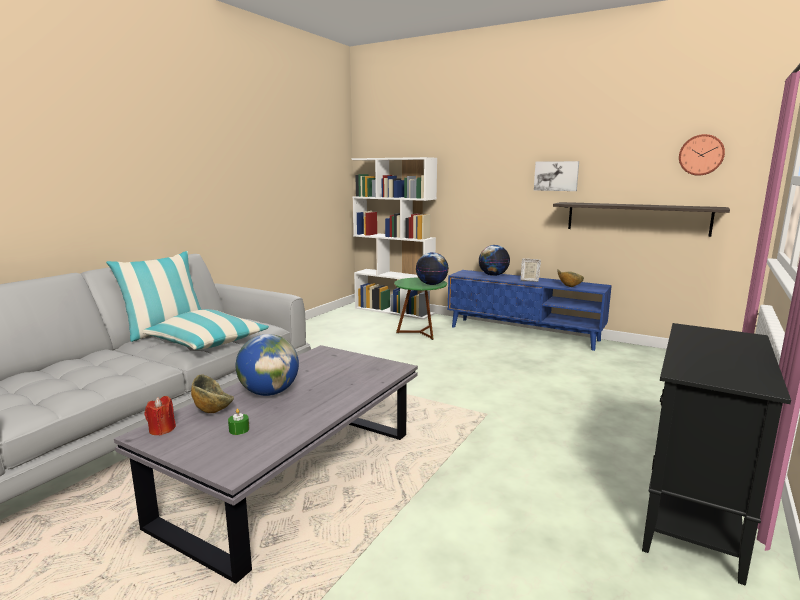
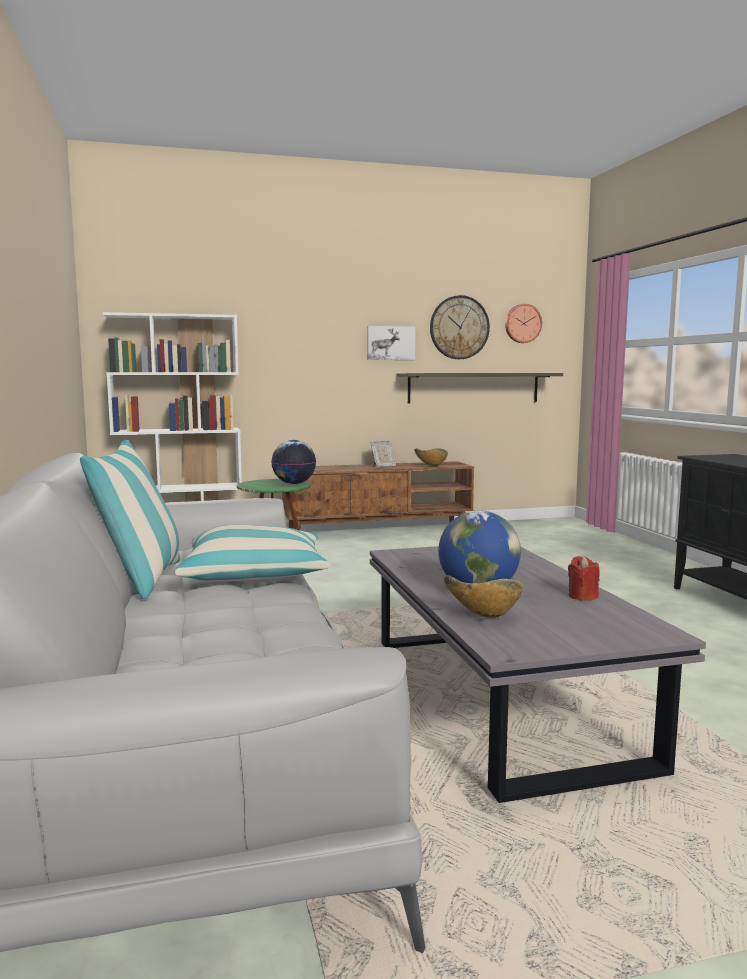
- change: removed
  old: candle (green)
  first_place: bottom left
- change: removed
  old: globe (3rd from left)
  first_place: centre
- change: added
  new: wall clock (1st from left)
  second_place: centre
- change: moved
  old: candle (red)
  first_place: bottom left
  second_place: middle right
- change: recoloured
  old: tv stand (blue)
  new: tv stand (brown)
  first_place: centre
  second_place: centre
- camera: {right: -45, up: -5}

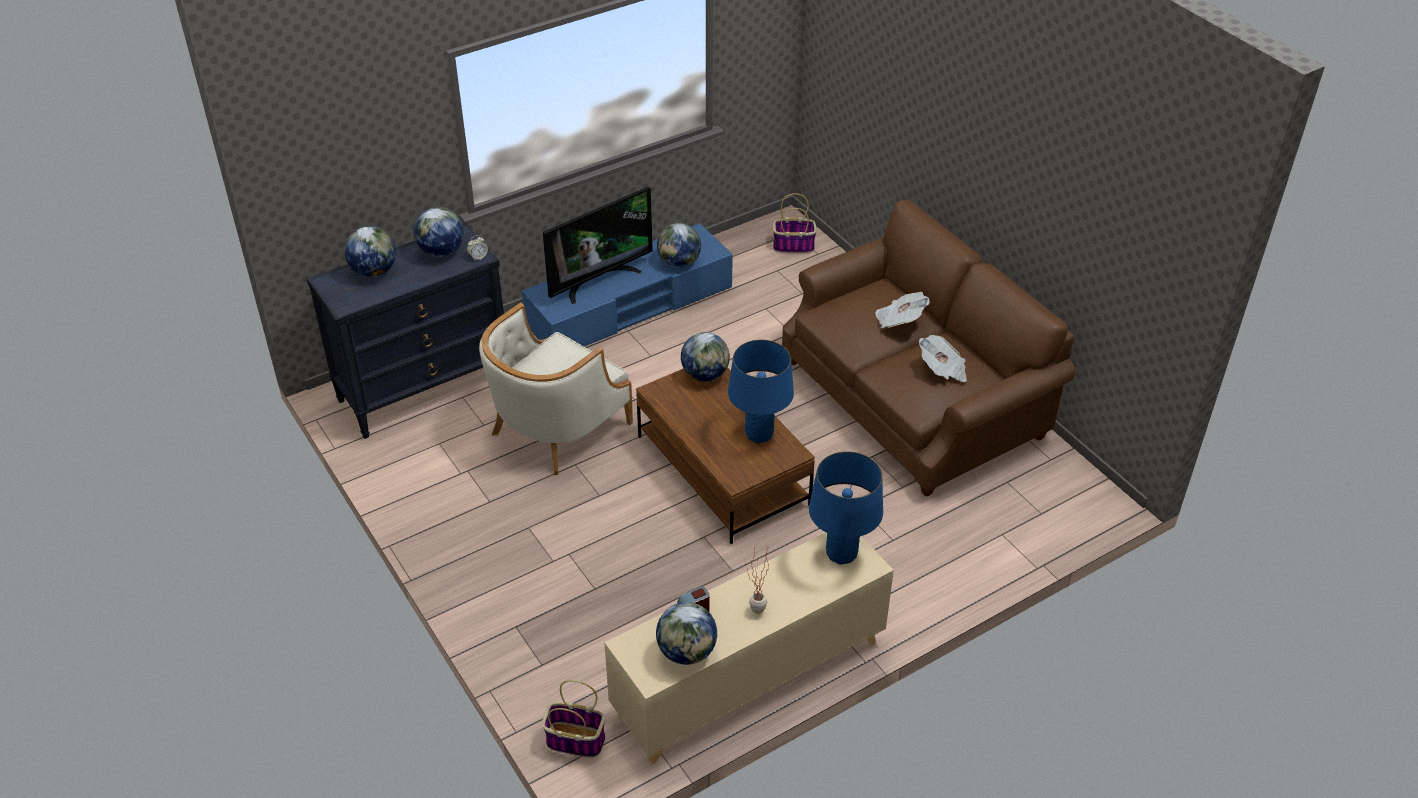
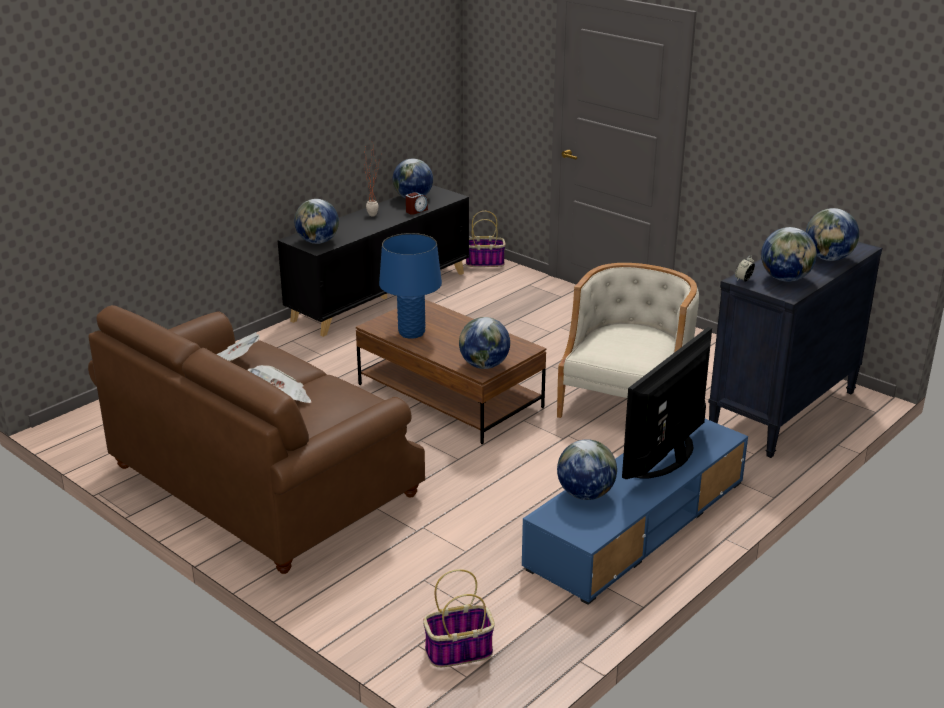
- change: replaced
  old: table lamp (blue) (2nd from left)
  new: globe (1st from left)
  first_place: centre
  second_place: top centre
- change: recoloured
  old: cabinet (beige)
  new: cabinet (black)
  first_place: bottom centre
  second_place: centre
- camera: {right: 165, up: -15}

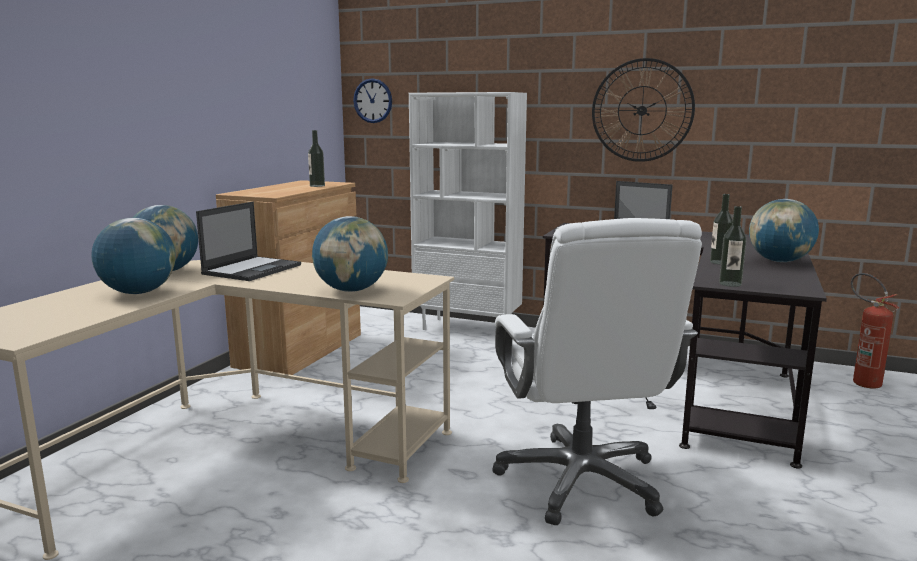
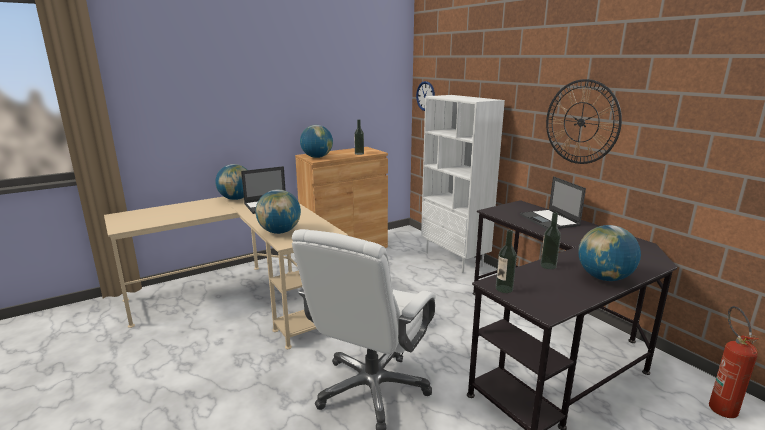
- change: moved
  old: globe (1st from left in the first image)
  new: globe (3rd from left)
  first_place: middle left
  second_place: top centre
- camera: {right: 35, up: 5}

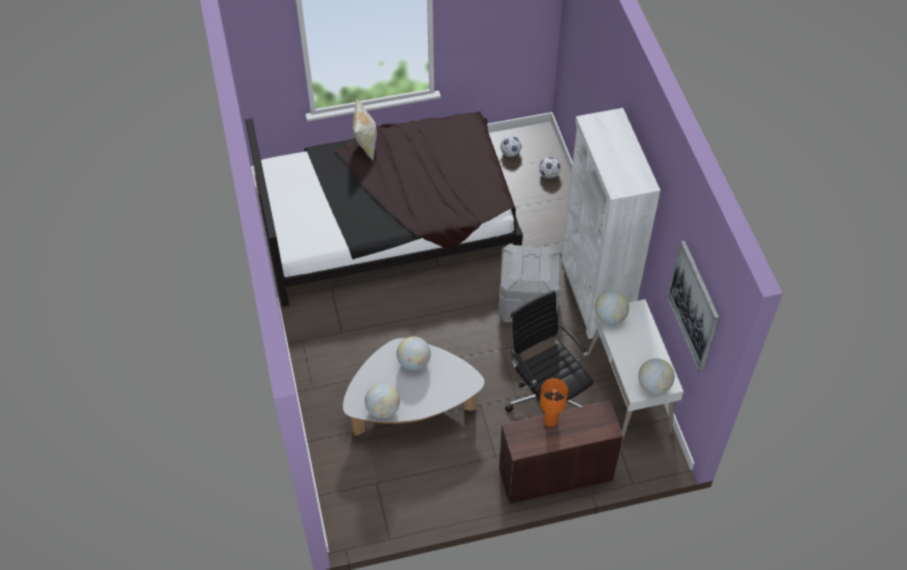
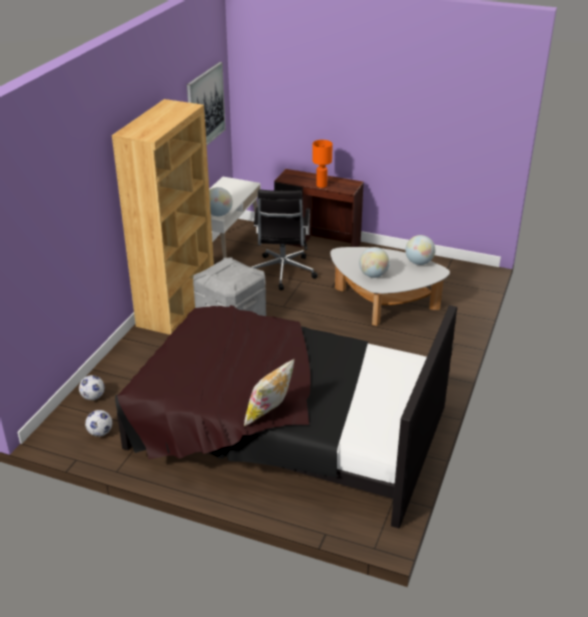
- change: removed
  old: globe (4th from left)
  first_place: middle right
- change: recoloured
  old: bookcase (white)
  new: bookcase (brown)
  first_place: middle right
  second_place: middle left
- camera: {right: -145, up: -20}

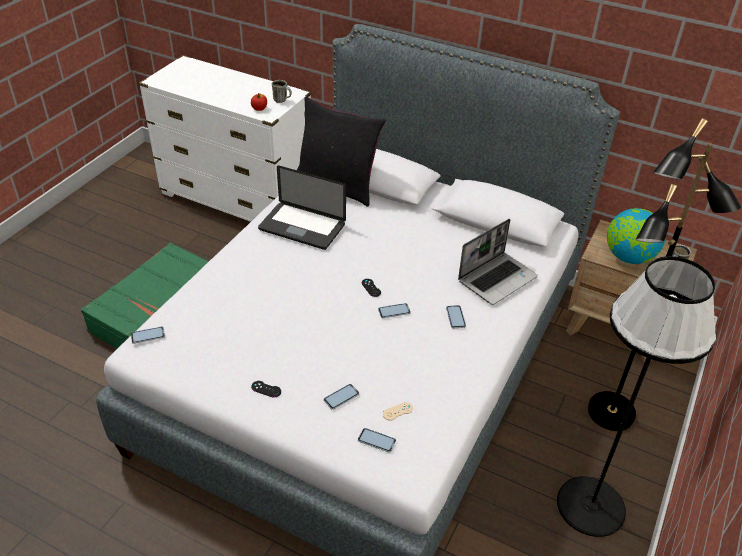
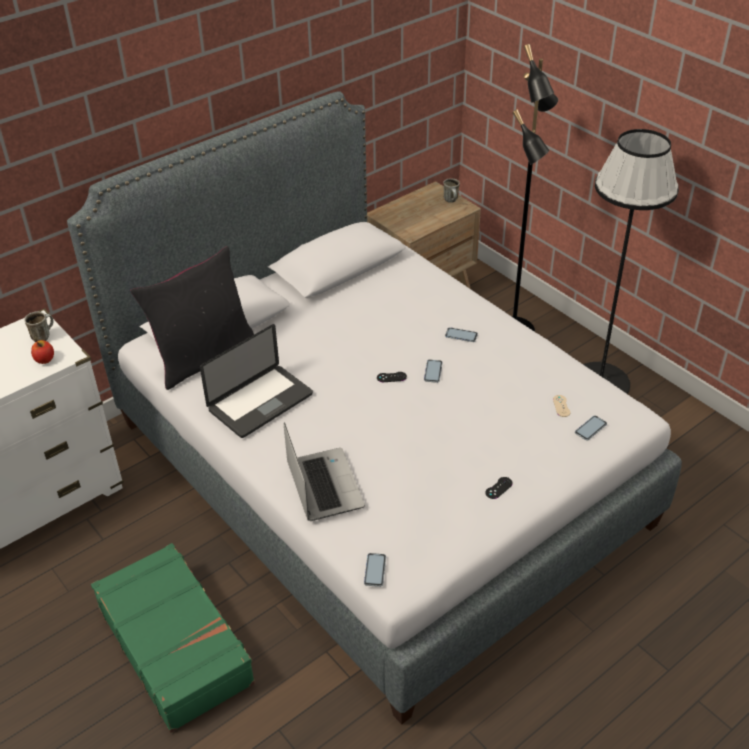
- change: removed
  old: phone (2nd from left)
  first_place: bottom centre
- change: removed
  old: globe
  first_place: middle right
- change: moved
  old: laptop (2nd from left)
  first_place: middle right
  second_place: centre
- camera: {right: -65, up: 0}

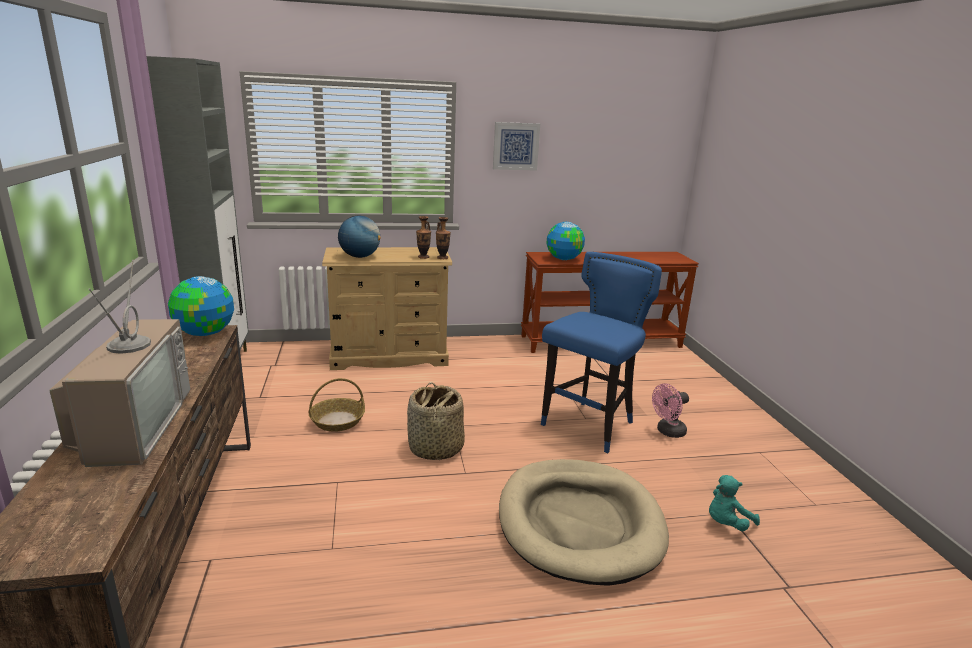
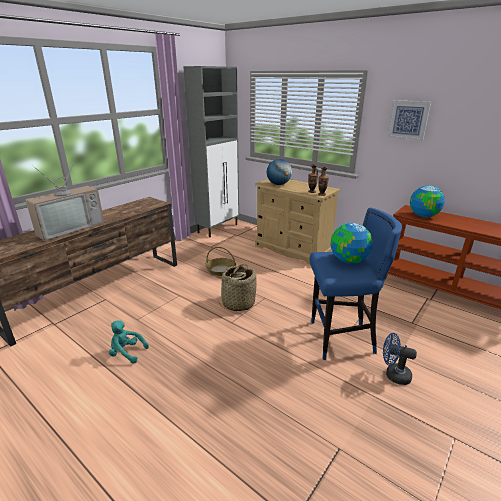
- change: removed
  old: dog bed (beige)
  first_place: bottom centre
- change: moved
  old: globe (1st from left in the first image)
  new: globe (2nd from left)
  first_place: middle left
  second_place: middle right
- change: moved
  old: plush toy (turquoise)
  first_place: bottom right
  second_place: bottom left
- change: recoloured
  old: fan (pink)
  new: fan (blue)
  first_place: middle right
  second_place: bottom right
- camera: {right: 50, up: 5}

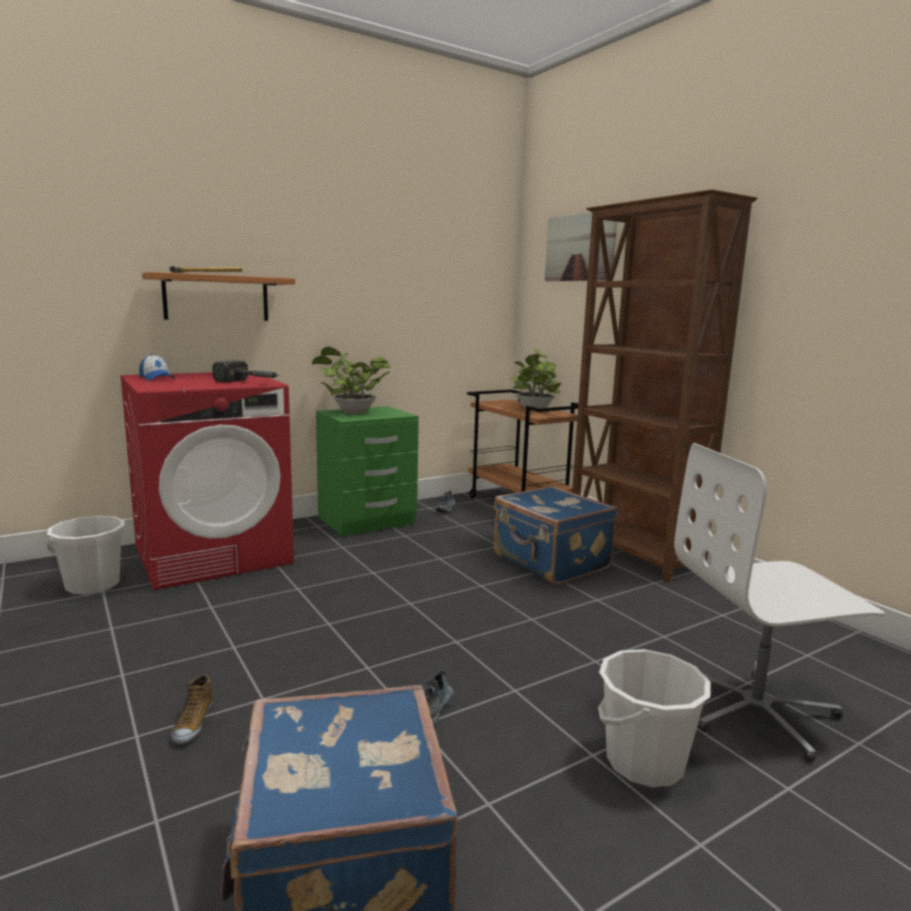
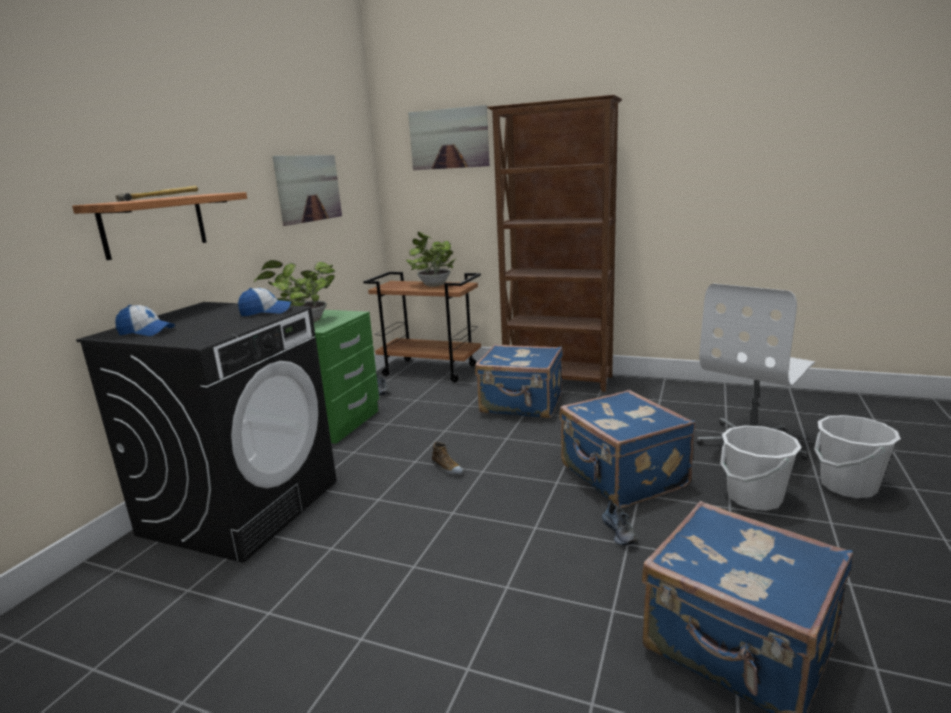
- change: added
  new: picture (1st from left)
  second_place: top left
- change: added
  new: suitcase (blue) (2nd from left)
  second_place: centre
- change: moved
  old: bucket (white) (1st from left in the first image)
  new: bucket (white) (2nd from left)
  first_place: middle left
  second_place: middle right
- change: moved
  old: shoe (1st from left in the first image)
  new: shoe (2nd from left)
  first_place: bottom left
  second_place: centre
- change: replaced
  old: hammer (2nd from left)
  new: cap (2nd from left)
  first_place: middle left
  second_place: middle left
- change: recoloured
  old: washing machine (red)
  new: washing machine (black)
  first_place: middle left
  second_place: middle left
- camera: {right: -35, up: 5}

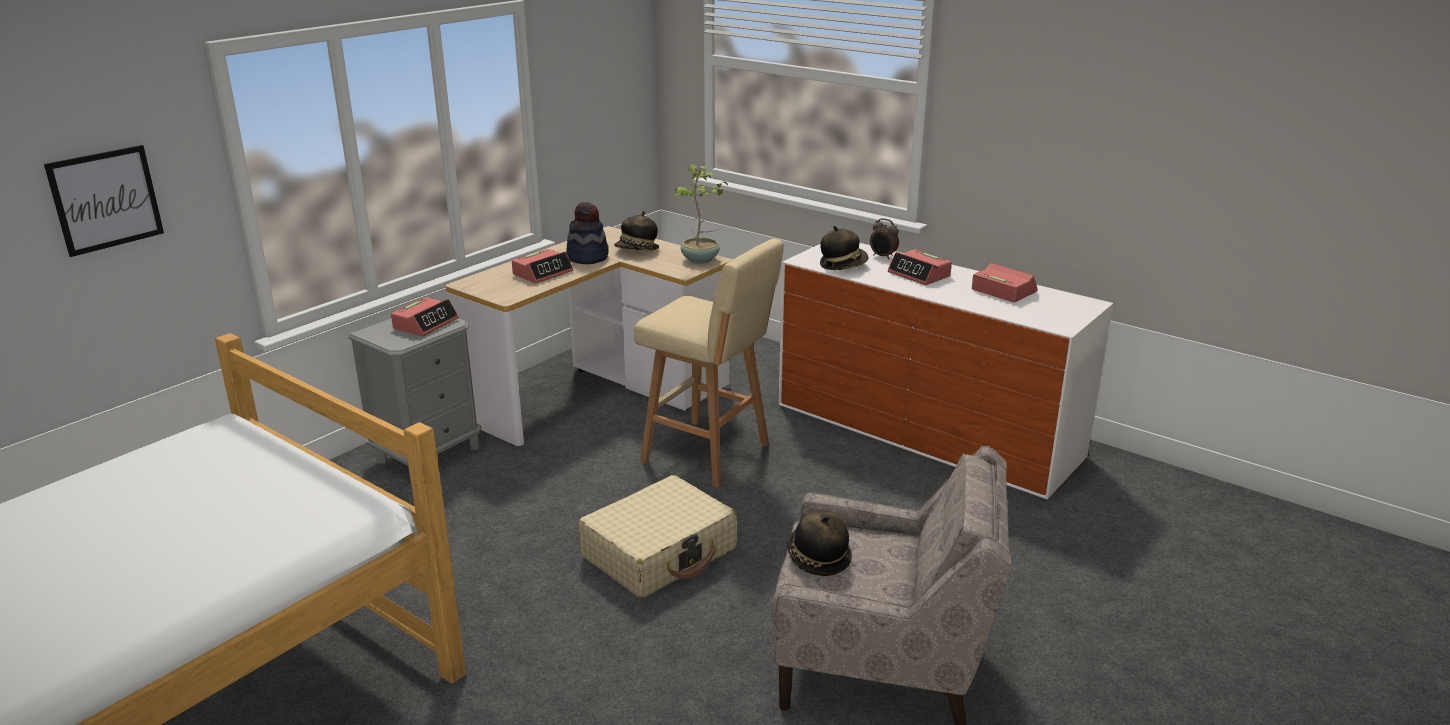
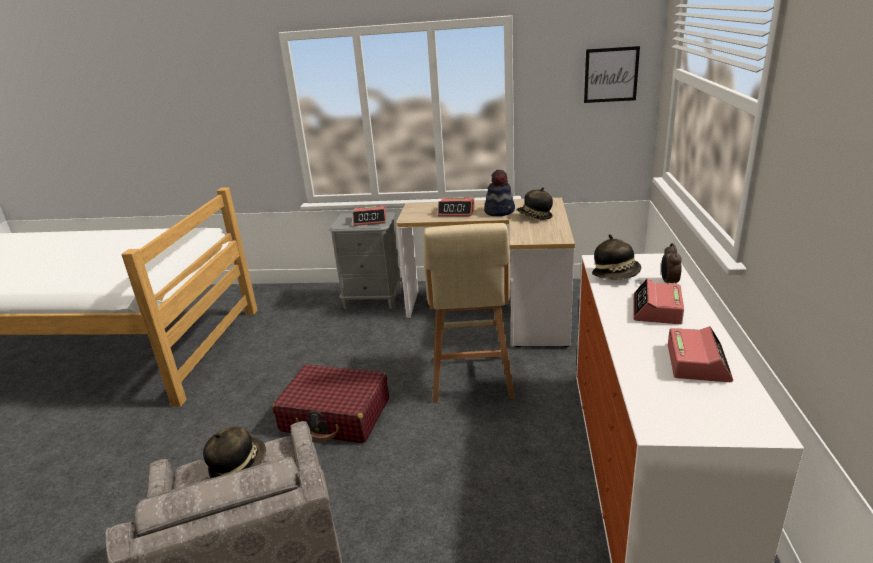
- change: removed
  old: potted plant
  first_place: top centre
- change: moved
  old: picture
  first_place: top left
  second_place: top right
- change: recoloured
  old: suitcase (beige)
  new: suitcase (red)
  first_place: bottom centre
  second_place: bottom centre
- camera: {right: 60, up: 0}

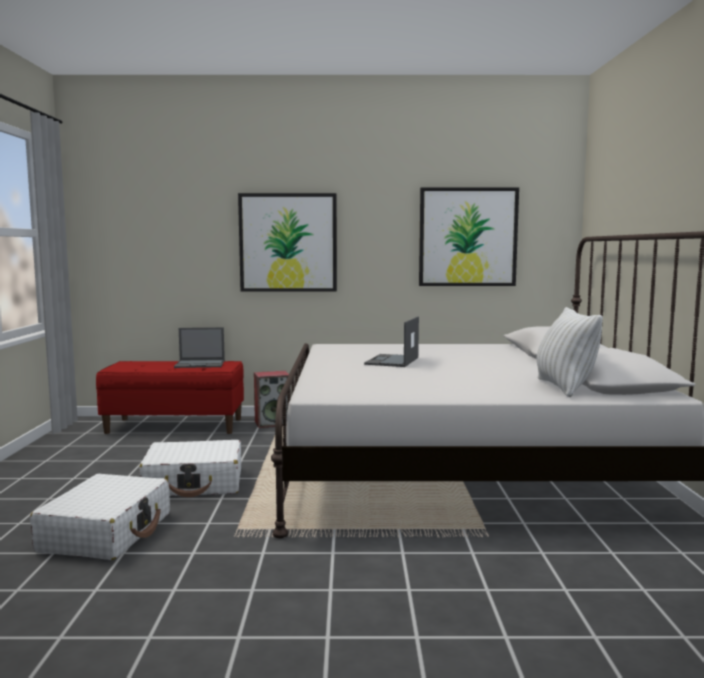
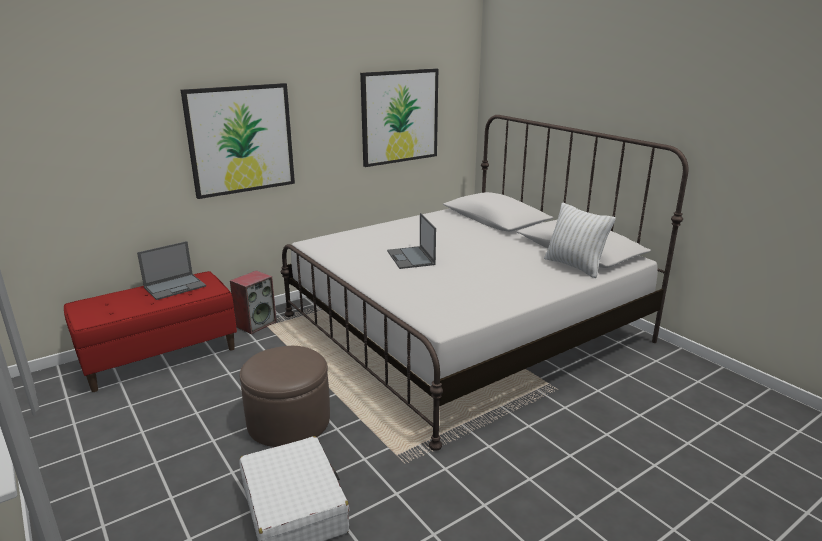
- change: replaced
  old: suitcase (white) (2nd from left)
  new: ottoman (brown)
  first_place: bottom left
  second_place: bottom centre
- camera: {right: -35, up: 15}

